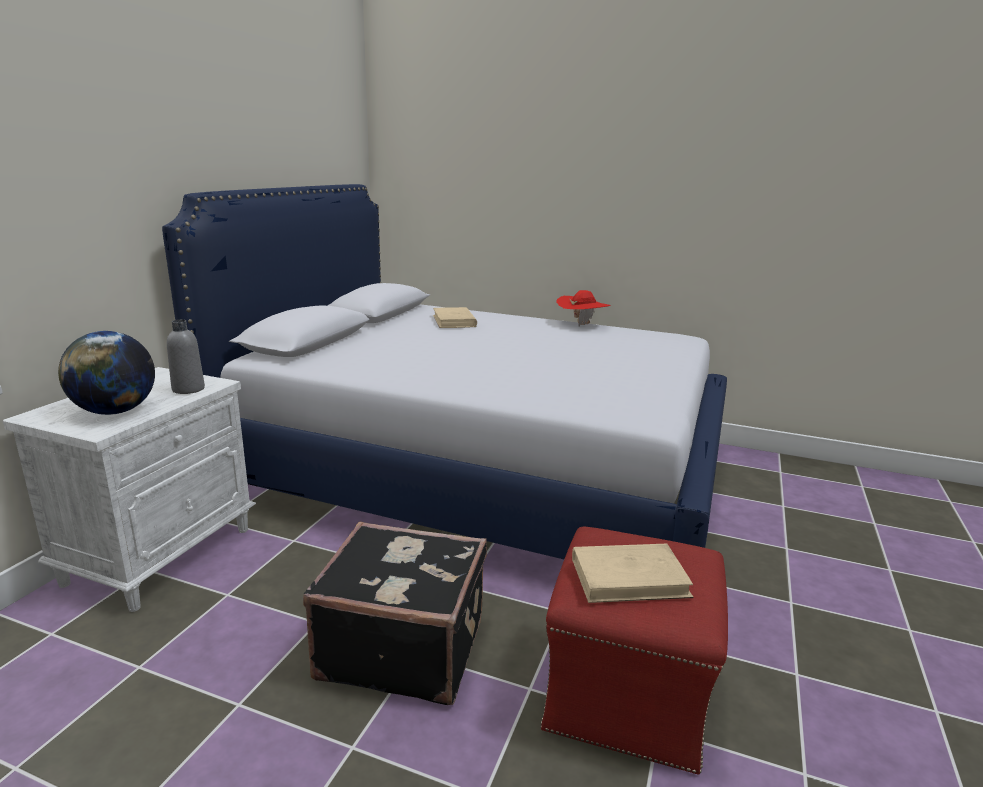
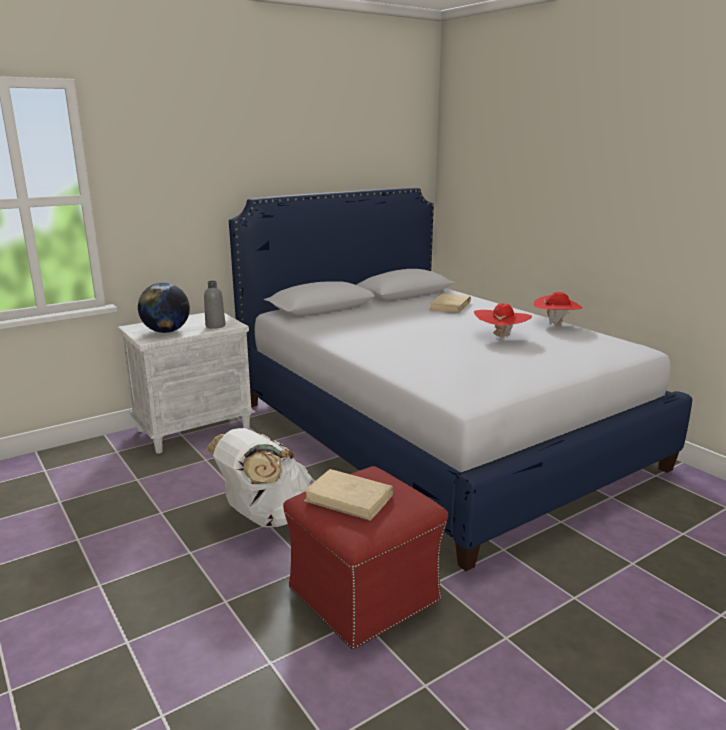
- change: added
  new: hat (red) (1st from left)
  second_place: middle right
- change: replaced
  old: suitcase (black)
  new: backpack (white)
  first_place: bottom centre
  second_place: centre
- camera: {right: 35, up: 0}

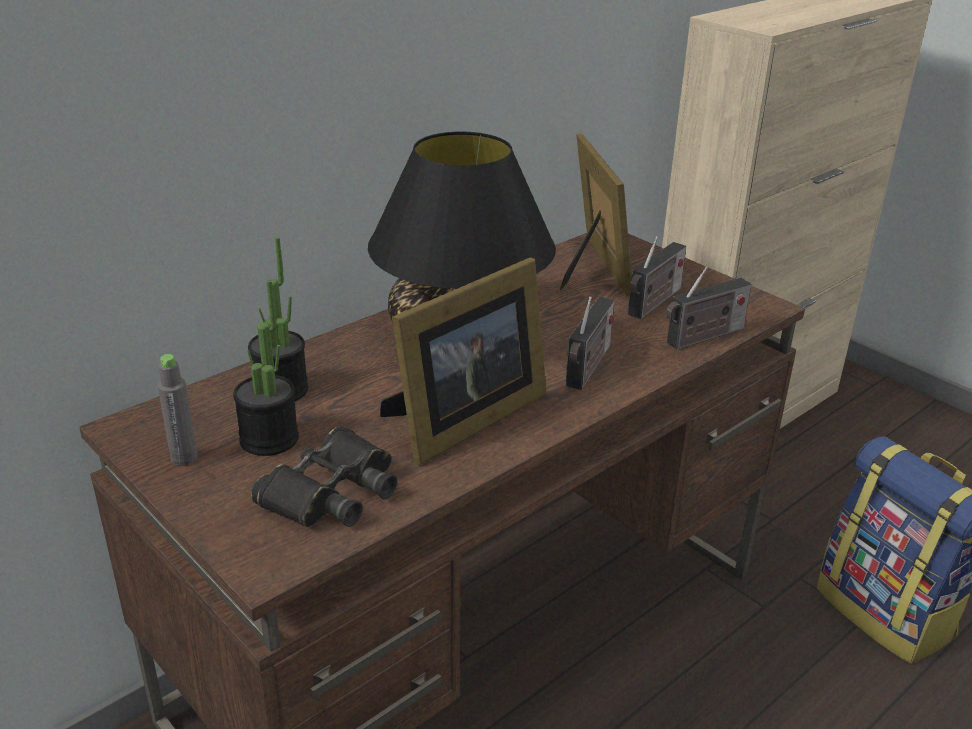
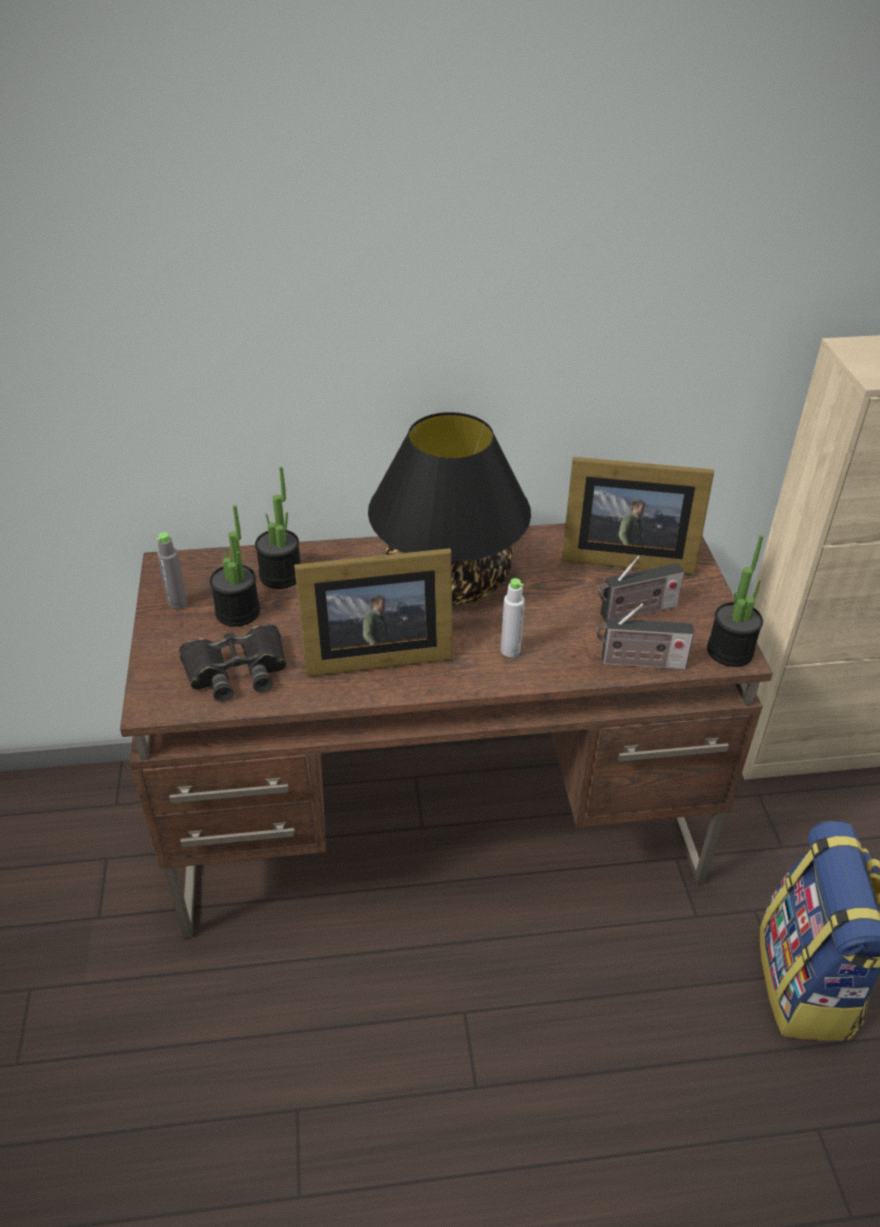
- change: added
  new: potted plant (3rd from left)
  second_place: middle right
- change: replaced
  old: radio (1st from left)
  new: bottle (grey) (2nd from left)
  first_place: centre
  second_place: centre
- change: turned
  old: picture frame (2nd from left)
  first_place: top centre
  second_place: middle right
  degrees: 75
- camera: {right: 35, up: 10}

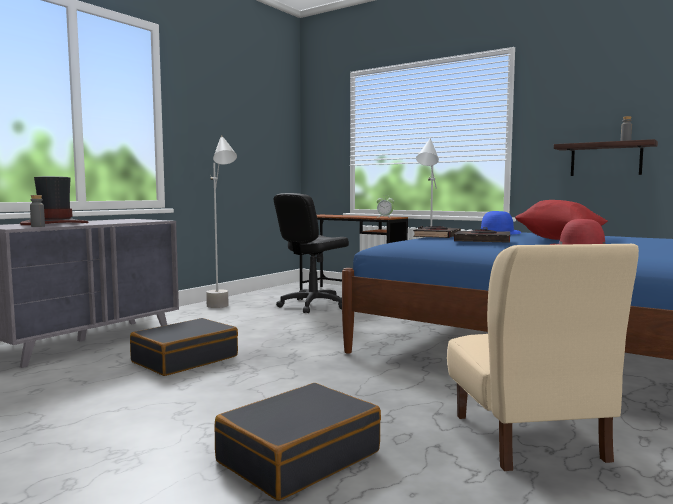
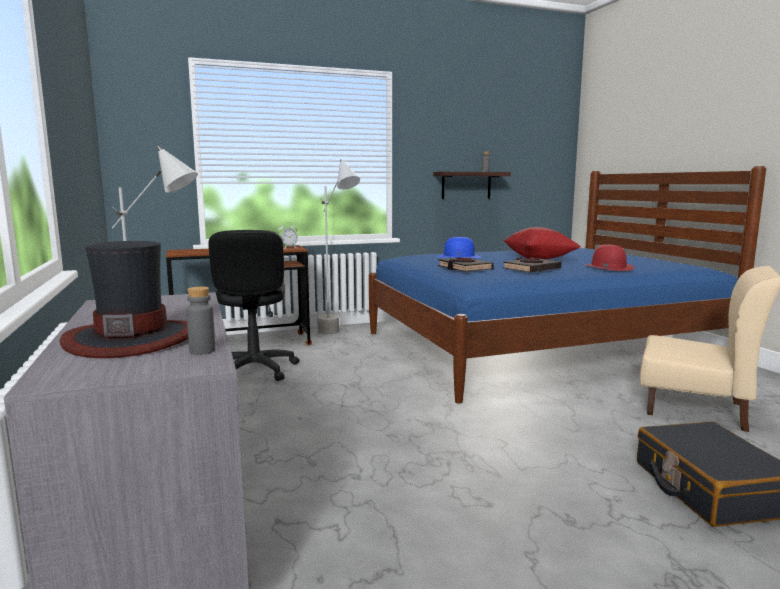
- change: removed
  old: suitcase (black) (1st from left)
  first_place: bottom left
- camera: {right: -55, up: 5}

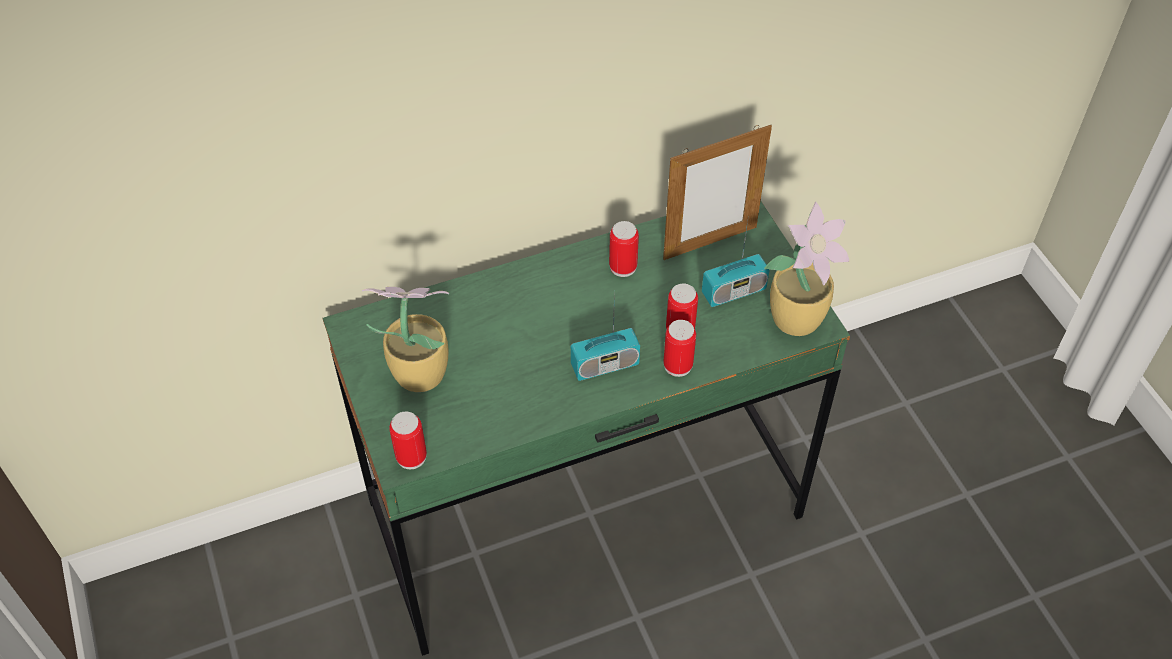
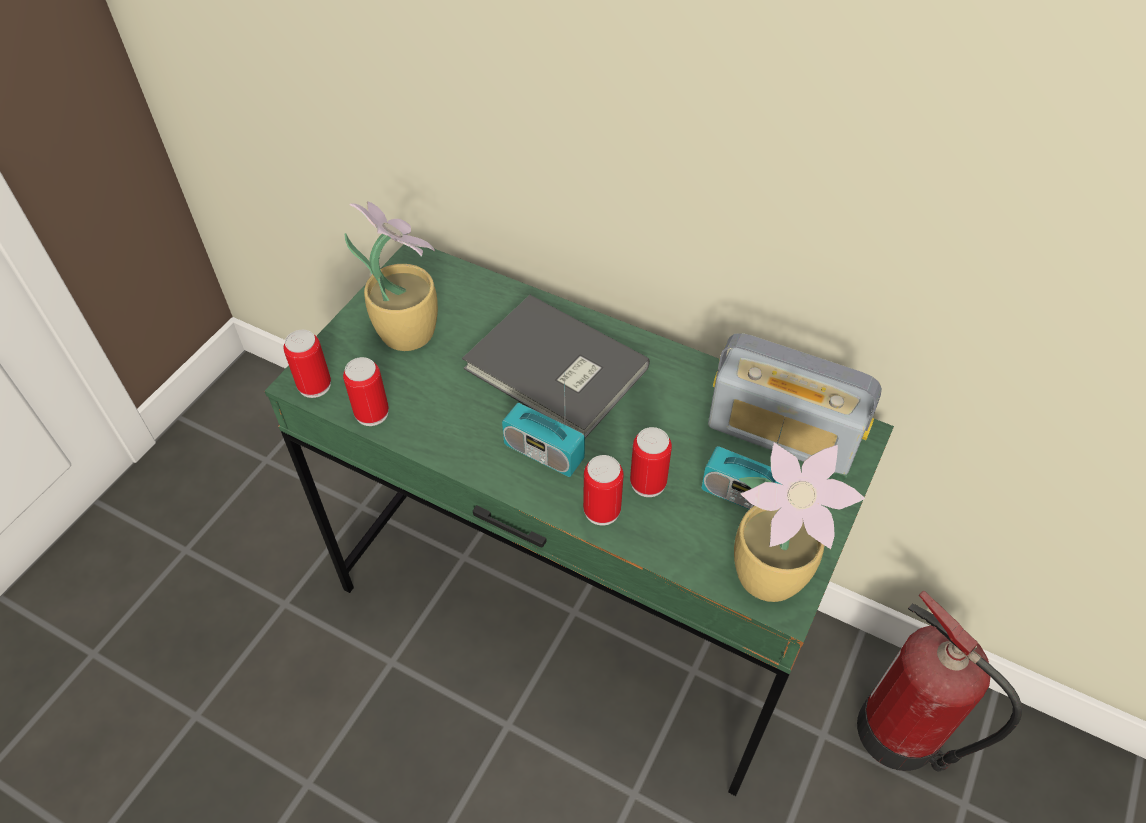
- change: added
  new: book (grey)
  second_place: centre
- change: added
  new: fire extinguisher
  second_place: bottom right
- change: moved
  old: can (2nd from left)
  first_place: centre
  second_place: middle left
- change: replaced
  old: picture frame
  new: radio (3rd from left)
  first_place: top centre
  second_place: middle right
- camera: {right: 50, up: 0}

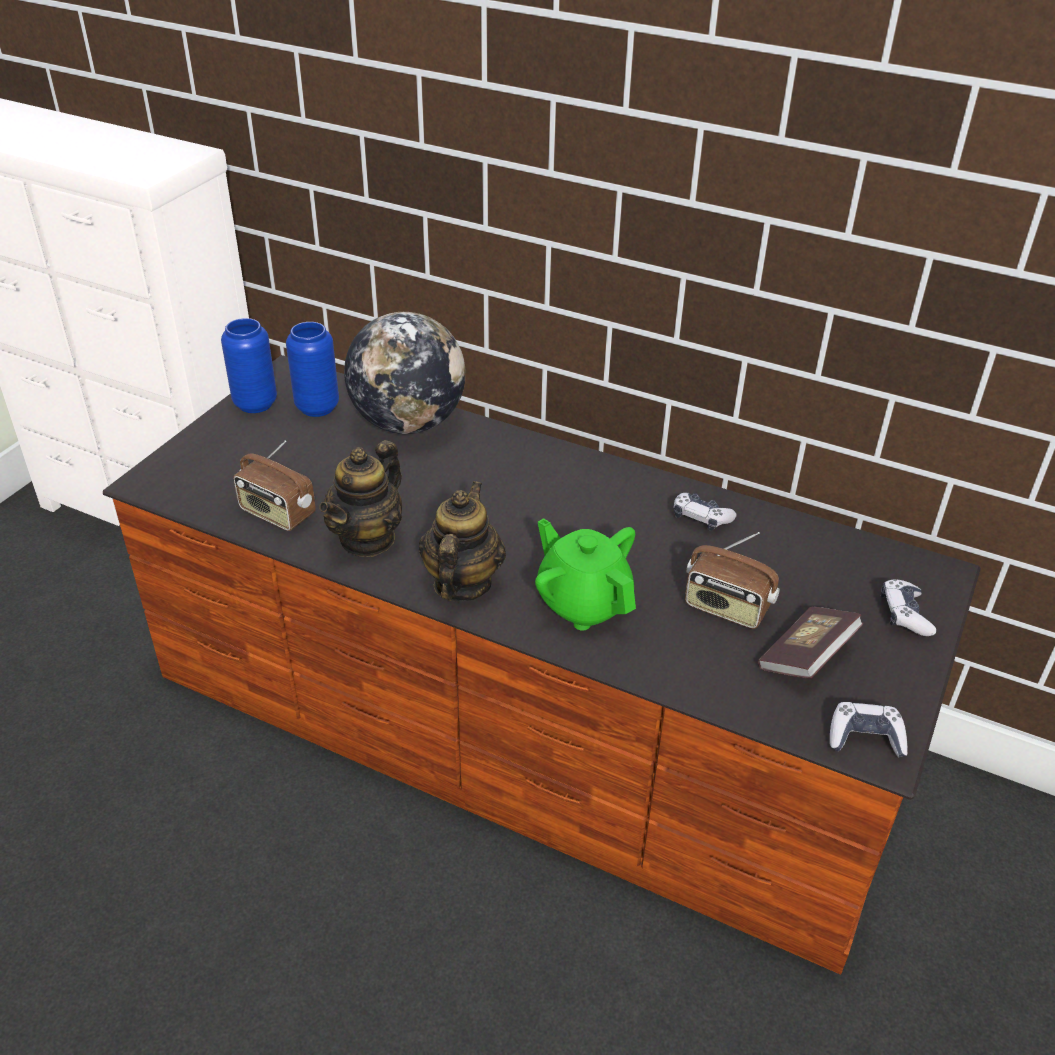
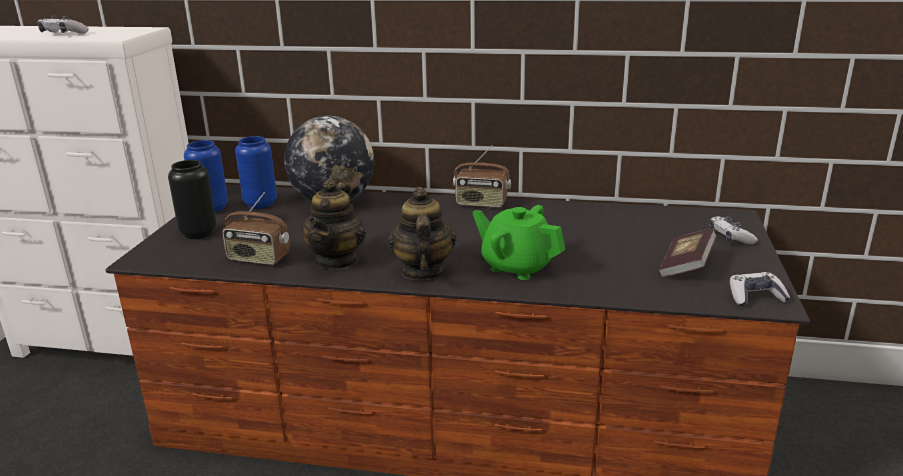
- change: added
  new: vase (black)
  second_place: middle left
- change: moved
  old: game controller (1st from left)
  first_place: middle right
  second_place: top left
- change: moved
  old: radio (2nd from left)
  first_place: middle right
  second_place: centre
- camera: {right: -15, up: -15}

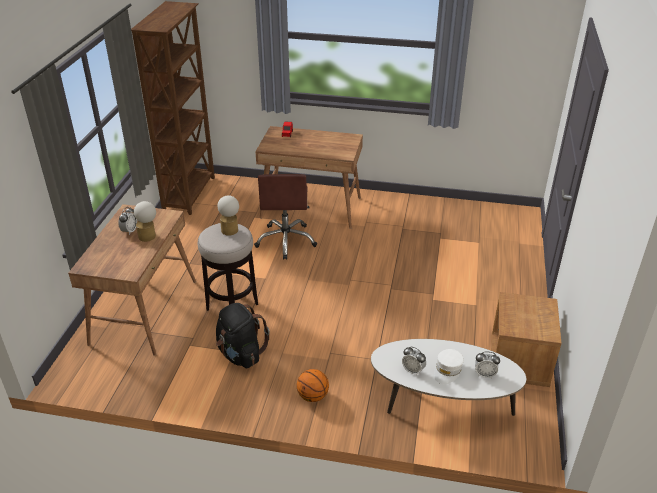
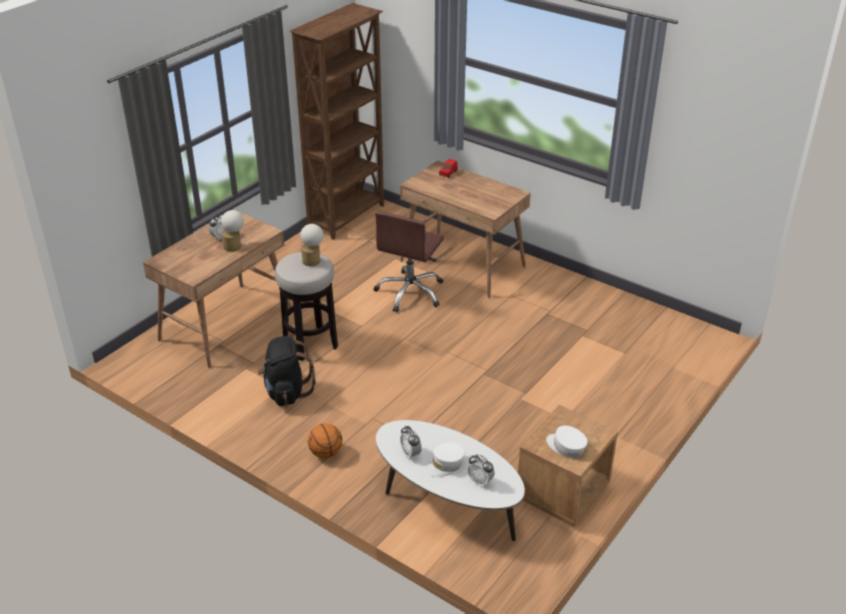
- change: added
  new: cap (white) (2nd from left)
  second_place: bottom right
- camera: {right: 25, up: 0}

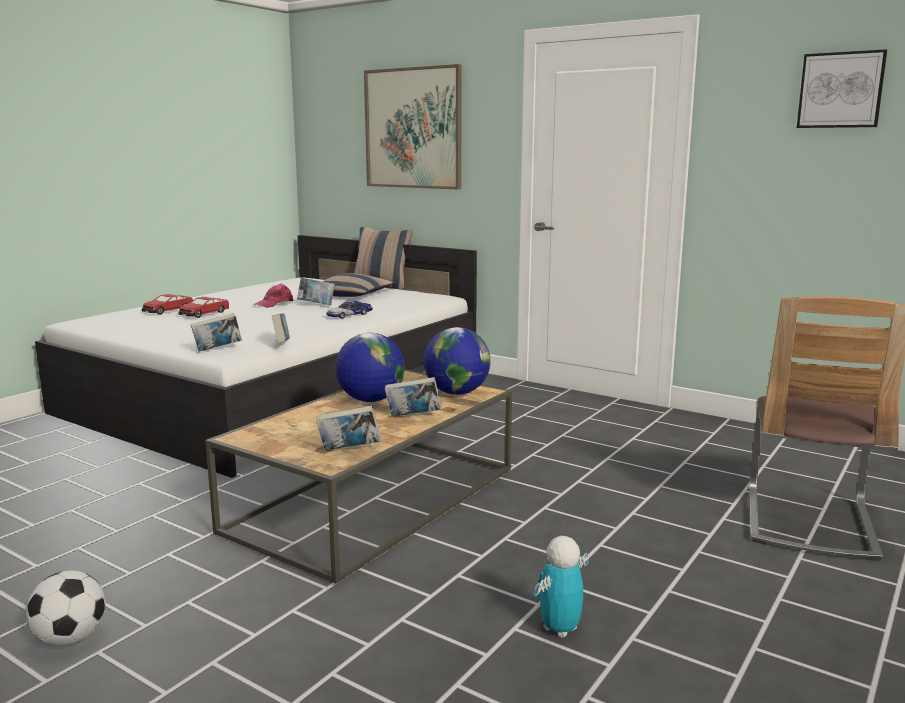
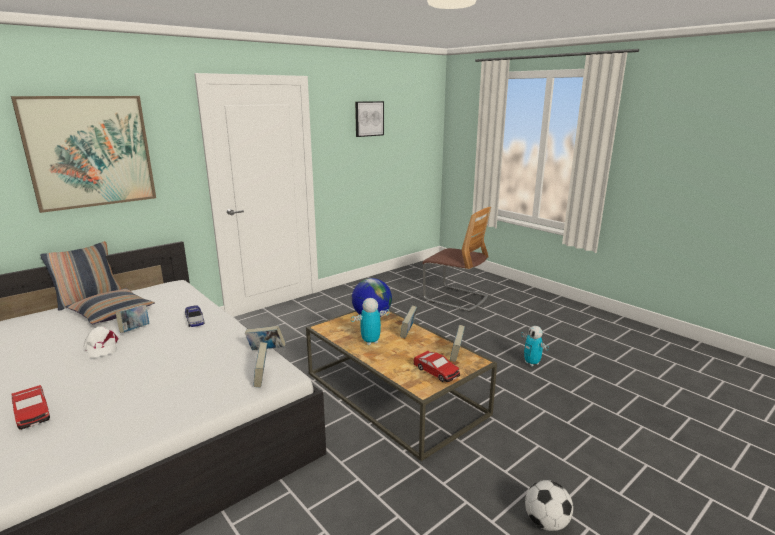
- change: moved
  old: toy car (2nd from left in the first image)
  new: toy car (3rd from left)
  first_place: middle left
  second_place: bottom centre
- change: replaced
  old: globe (1st from left)
  new: toy robot (1st from left)
  first_place: centre
  second_place: centre
- change: recoloured
  old: cap (pink)
  new: cap (white)
  first_place: middle left
  second_place: middle left
- camera: {right: -75, up: 5}

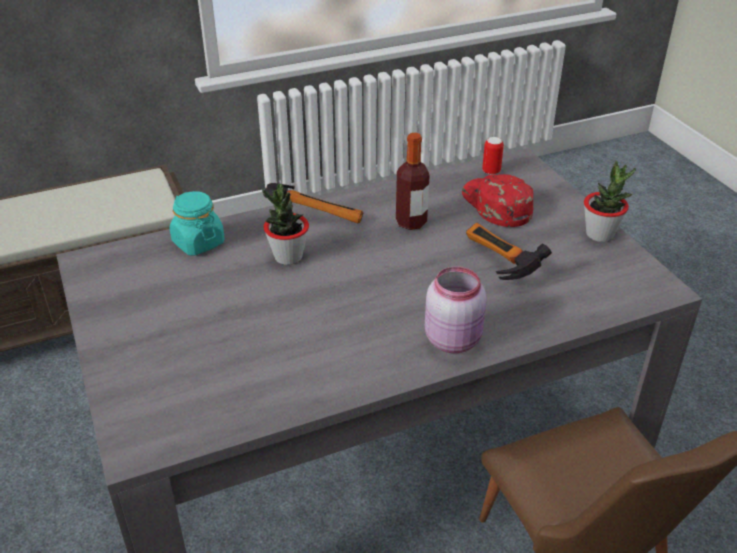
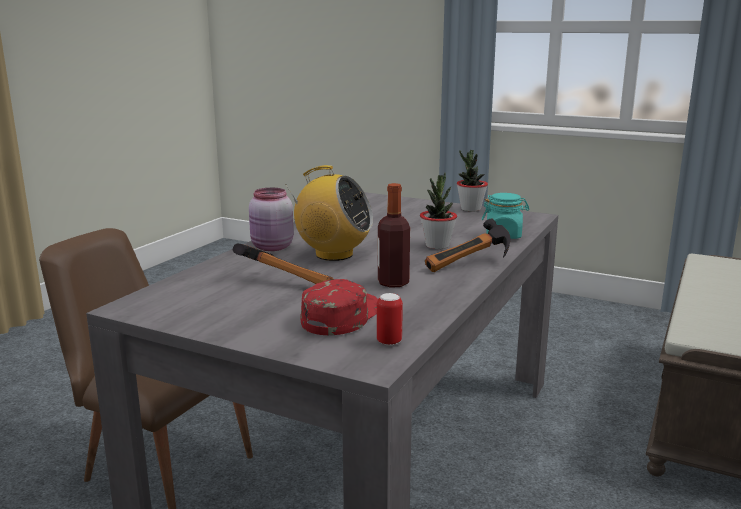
- change: added
  new: radio
  second_place: centre
- change: moved
  old: potted plant (2nd from left)
  first_place: middle right
  second_place: centre
- change: turned
  old: cap (red)
  first_place: middle right
  second_place: centre
  degrees: -90
- camera: {right: 140, up: -20}

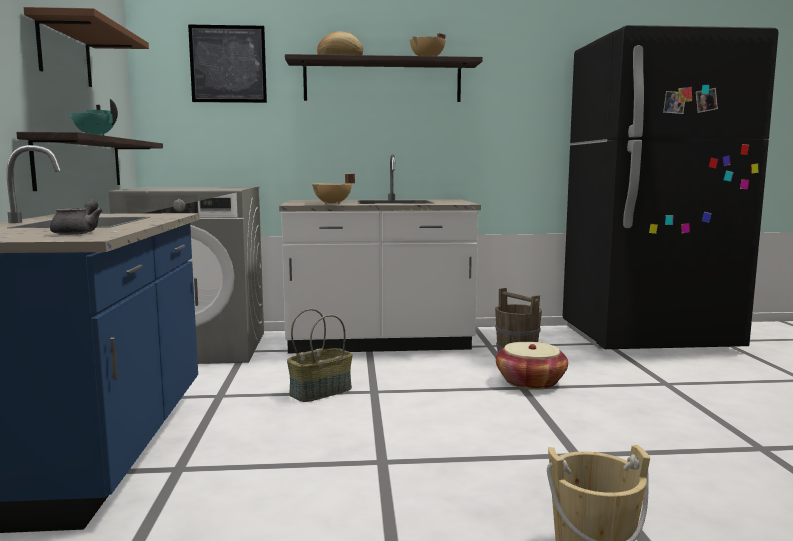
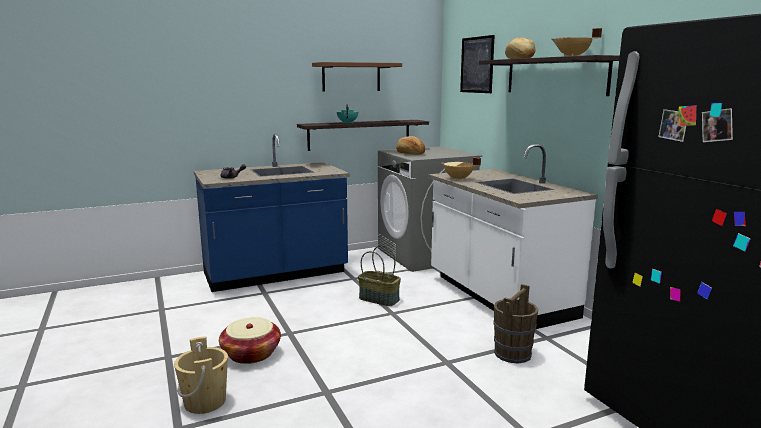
- change: added
  new: bread (1st from left)
  second_place: centre
- change: moved
  old: basket (2nd from left in the first image)
  new: basket (1st from left)
  first_place: bottom right
  second_place: bottom left
- camera: {right: 70, up: 5}

